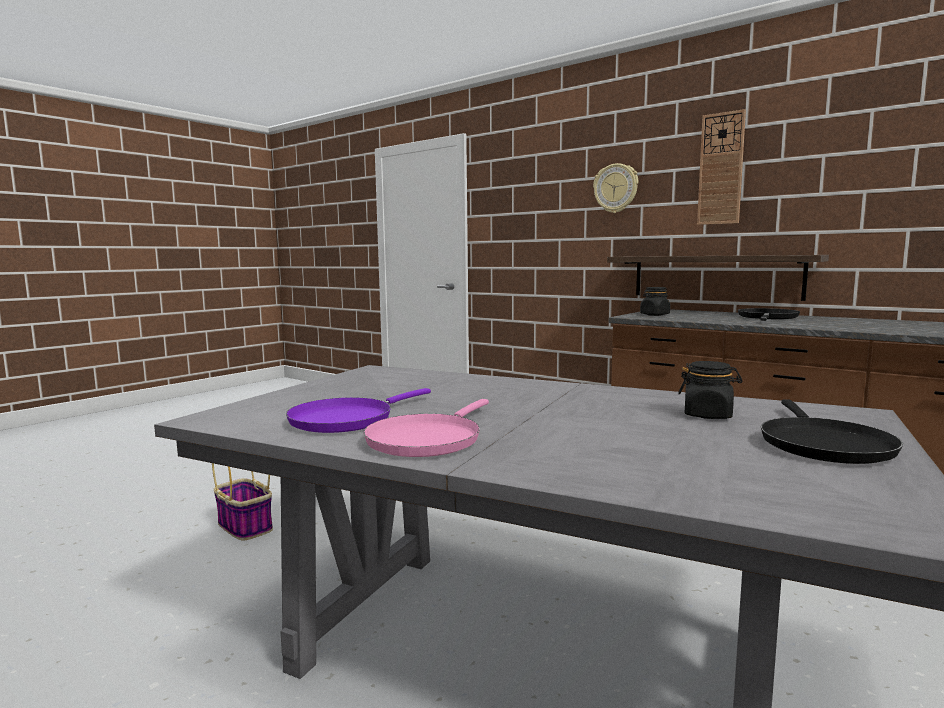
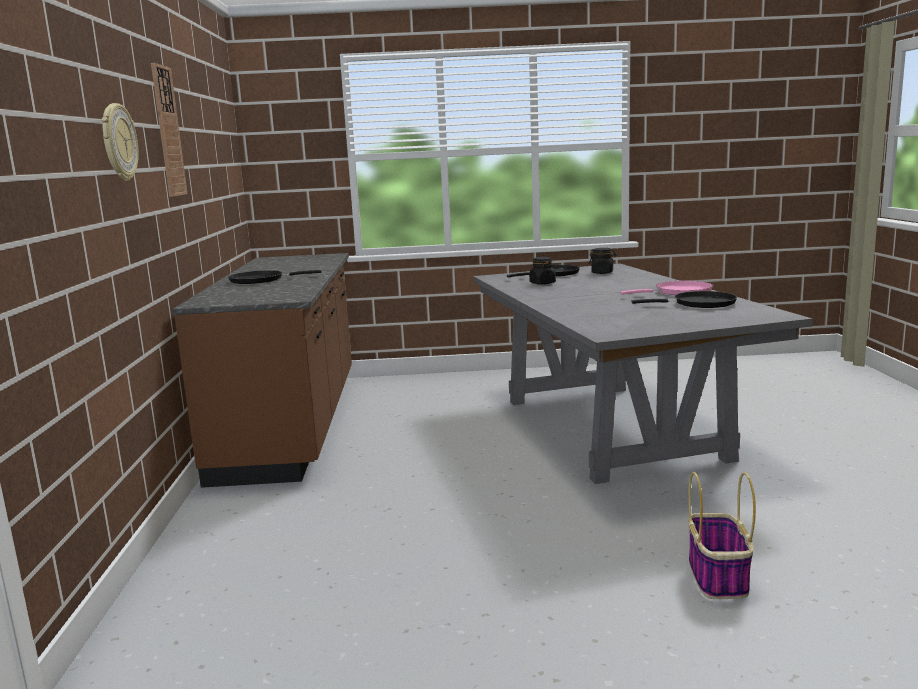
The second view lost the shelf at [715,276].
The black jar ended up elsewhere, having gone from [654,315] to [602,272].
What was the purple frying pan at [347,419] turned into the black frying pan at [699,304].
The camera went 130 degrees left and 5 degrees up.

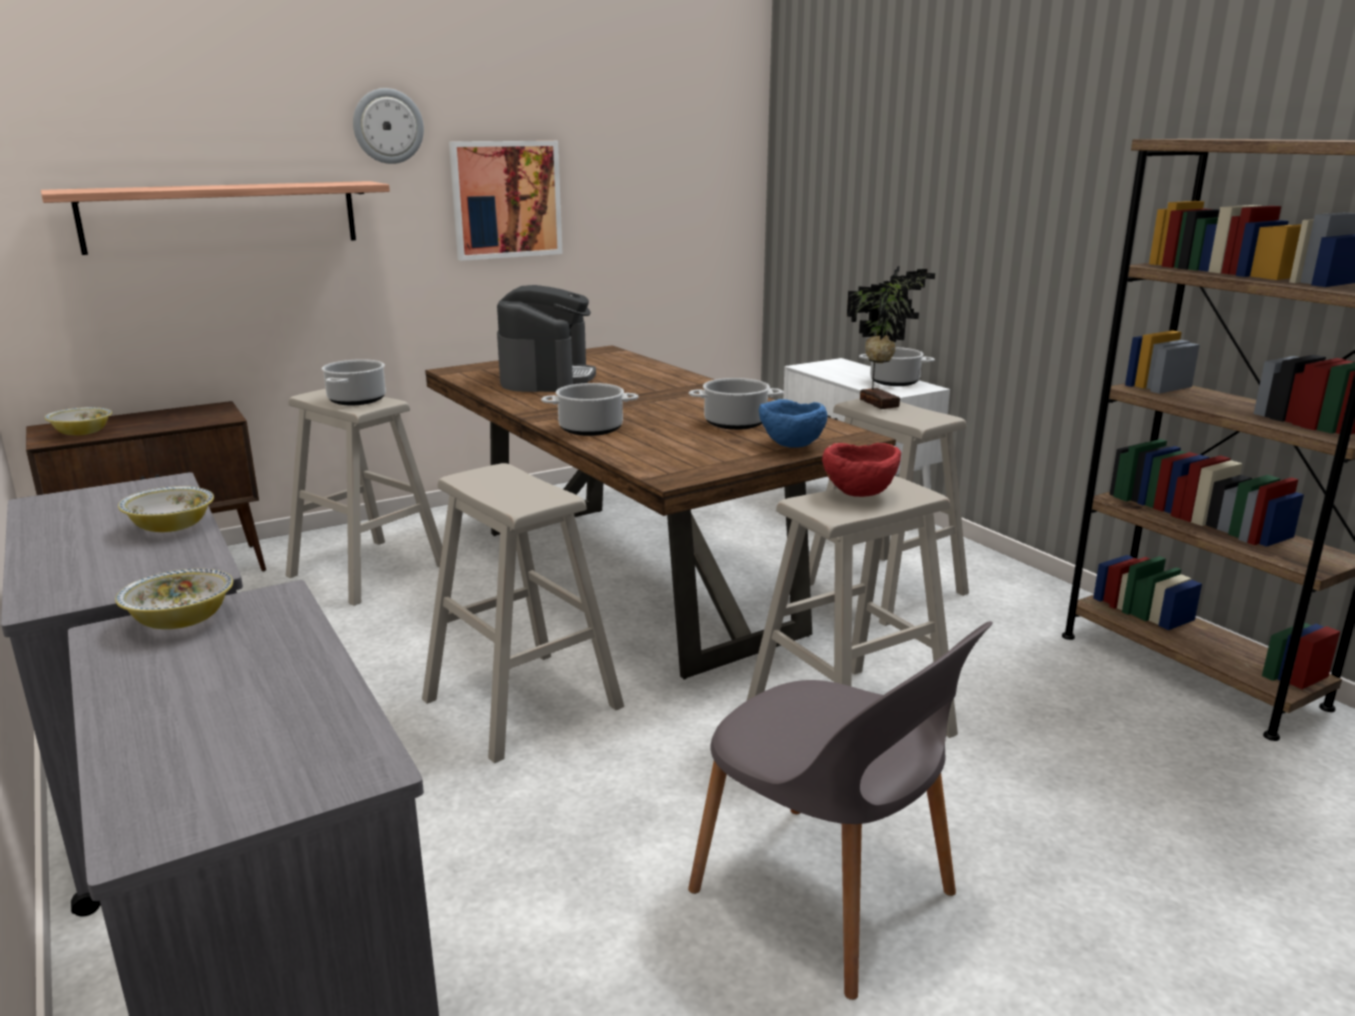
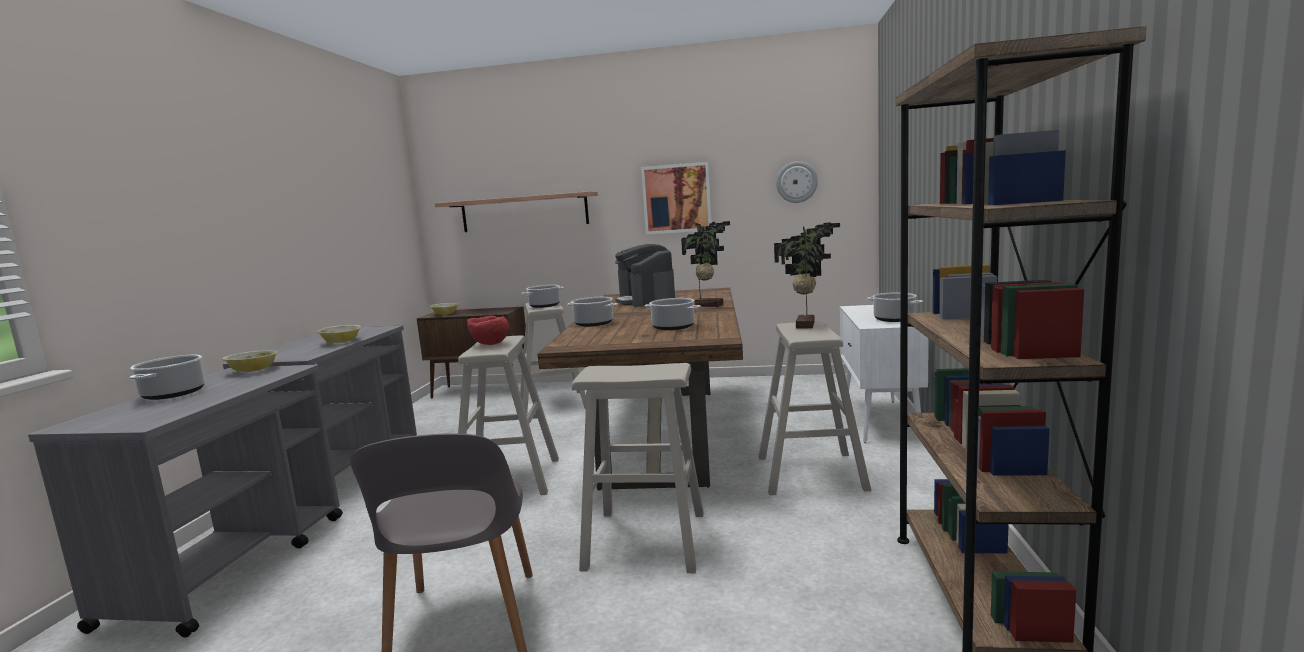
The wall clock ended up elsewhere, having gone from [388,126] to [796,182].
The coffee machine at [547,378] ended up facing another way, 120 degrees clockwise from before.
The second view lost the blue bowl at [791,447].
The red bowl ended up elsewhere, having gone from [859,496] to [489,345].
The second view gained the potted plant at [709,305].
The second view gained the cooking pot at [173,394].
The camera went 40 degrees right and 10 degrees down.

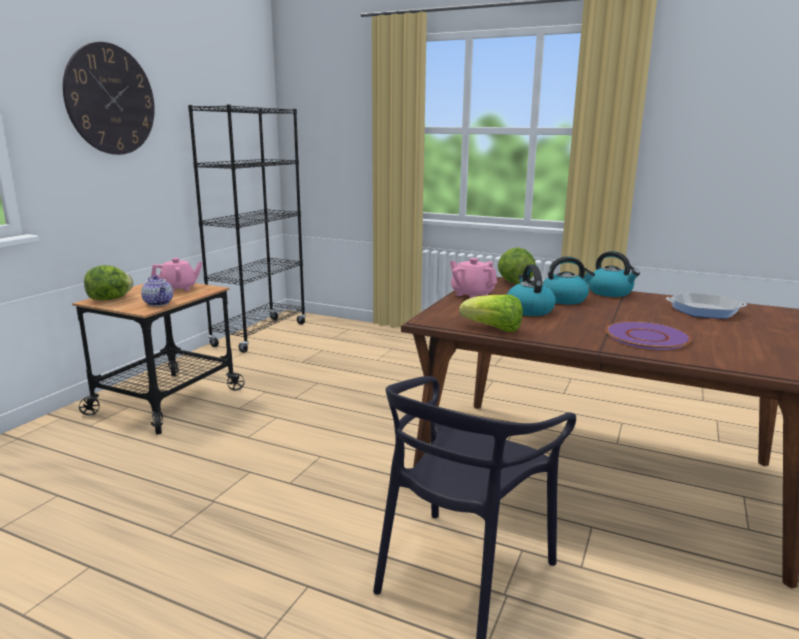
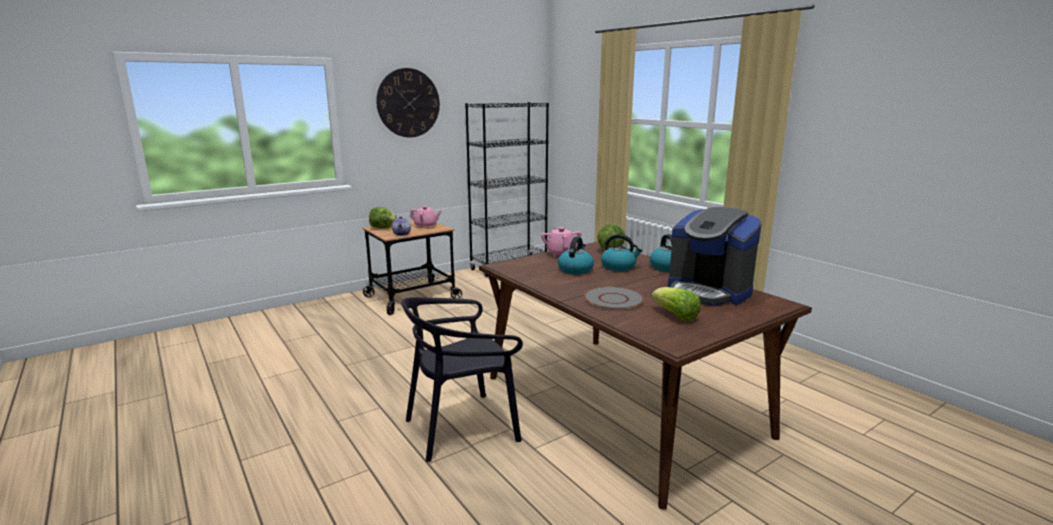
Where the frying pan stood at [704,310], the coffee machine came to stand at [708,291].
The lettuce ended up elsewhere, having gone from [493,329] to [675,316].
What was the purple plate at [647,337] turned into the grey plate at [614,299].
The camera went 30 degrees right and 0 degrees up.

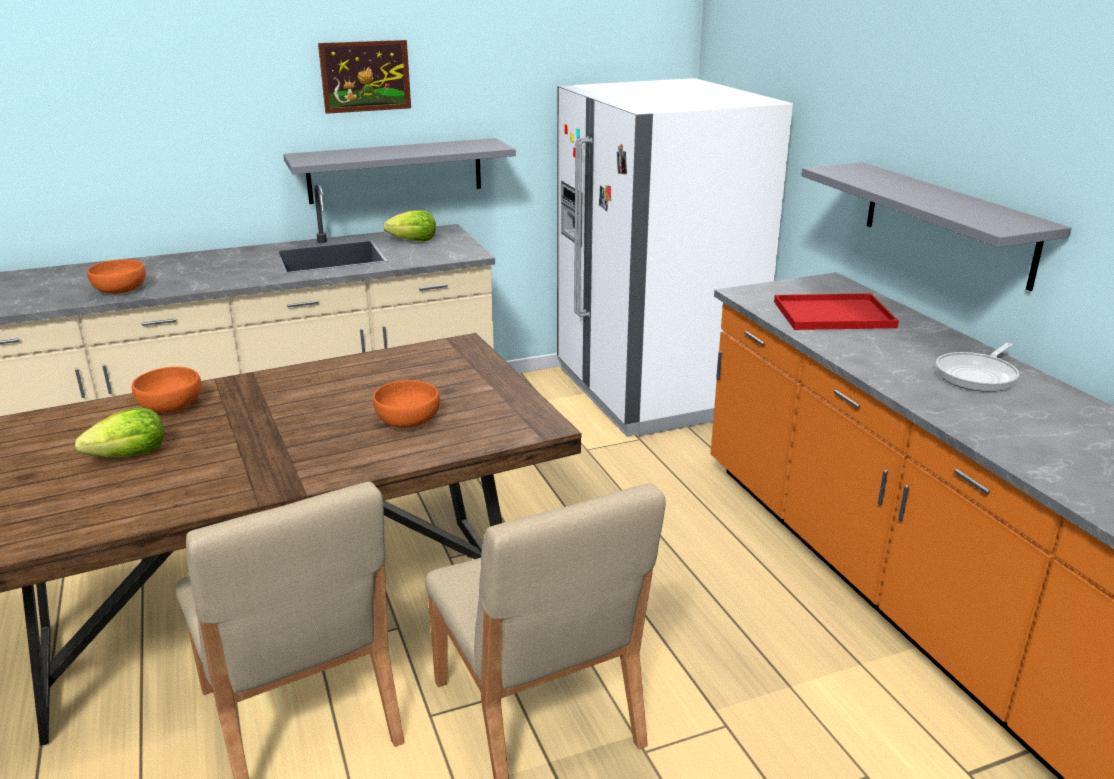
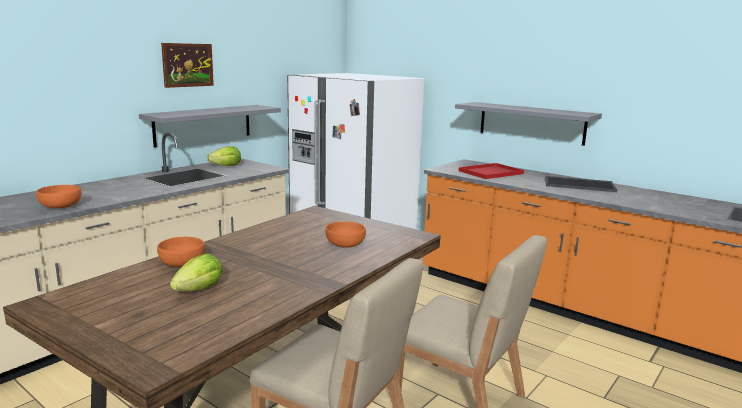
Where the frying pan stood at [977,375], the tray came to stand at [580,184].
The camera went 30 degrees left and 10 degrees down.

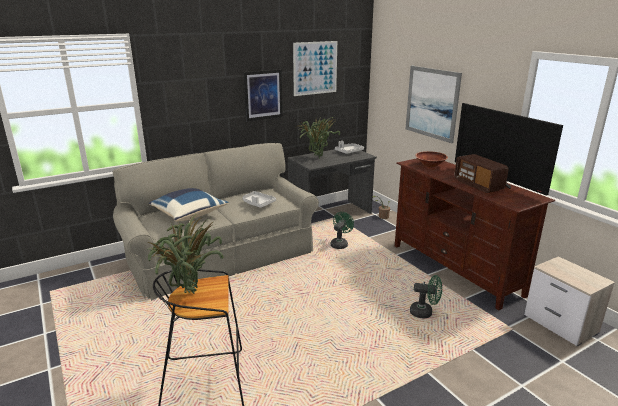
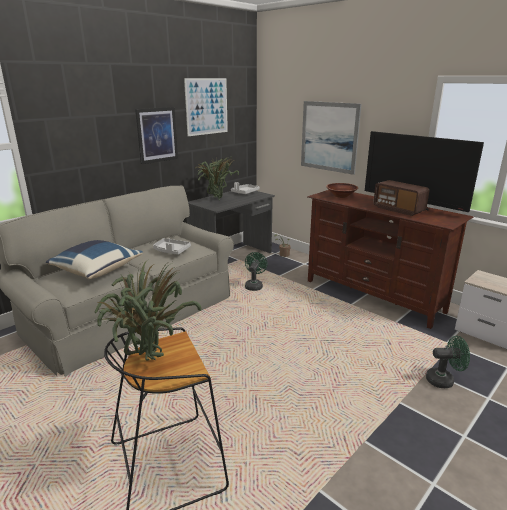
The green fan ended up elsewhere, having gone from [425,312] to [444,380].
The camera went 15 degrees left and 0 degrees up.

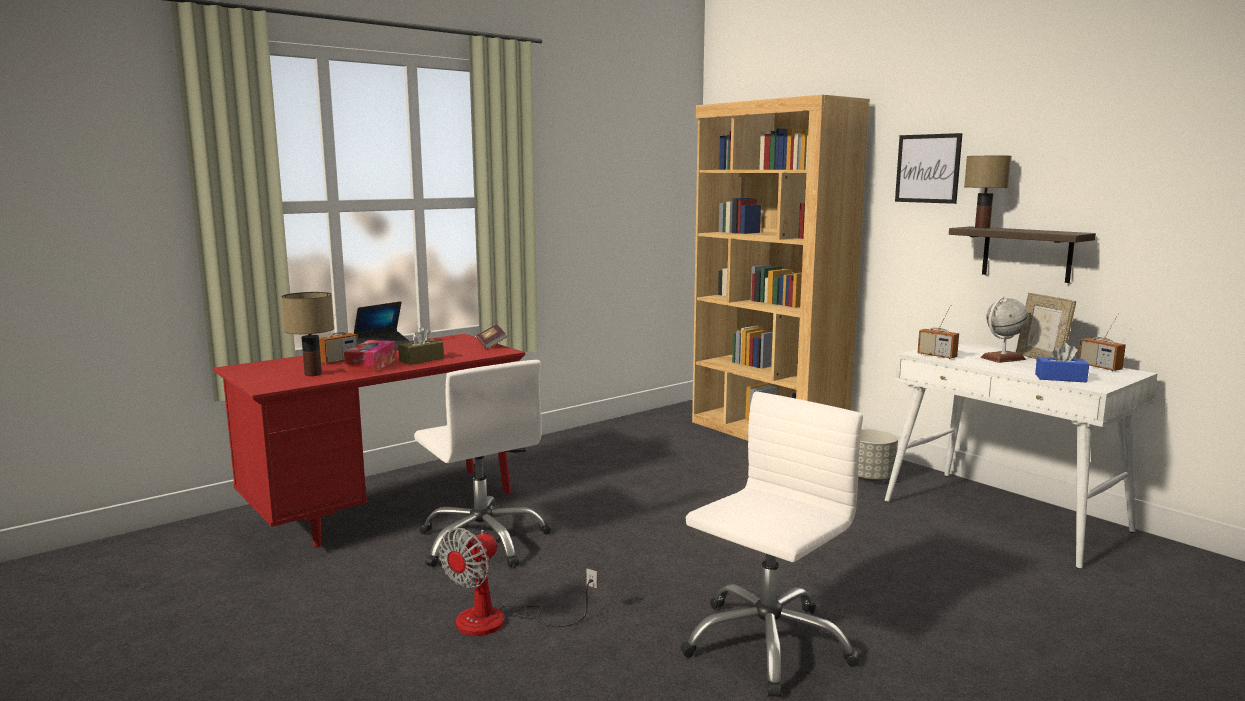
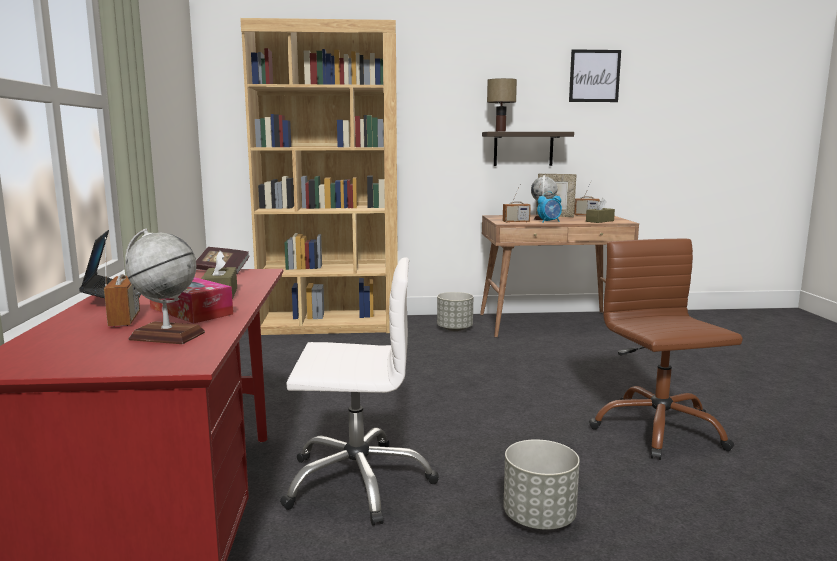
The picture ended up elsewhere, having gone from [928,168] to [594,76].
Where the table lamp stood at [313,374], the globe came to stand at [167,336].
What was the white desk at [1005,516] turned into the brown desk at [552,324].
What was the blue tissue box at [1060,378] turned into the brown tissue box at [599,221].
What was the white office chair at [766,643] turned into the brown office chair at [658,430].
Where the fan stood at [499,621], the grey planter came to stand at [539,518].
The second view gained the alarm clock at [549,221].
The camera went 55 degrees left and 0 degrees up.

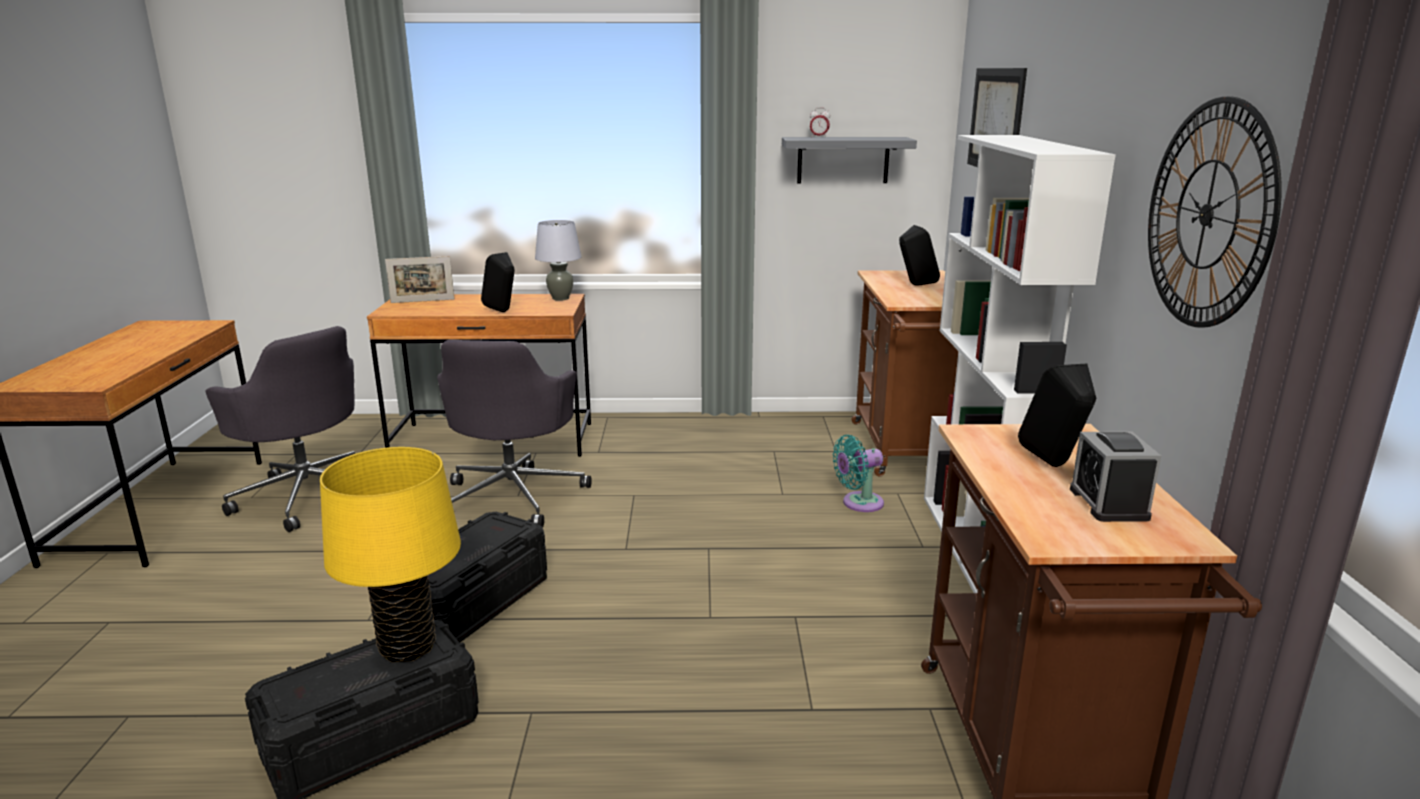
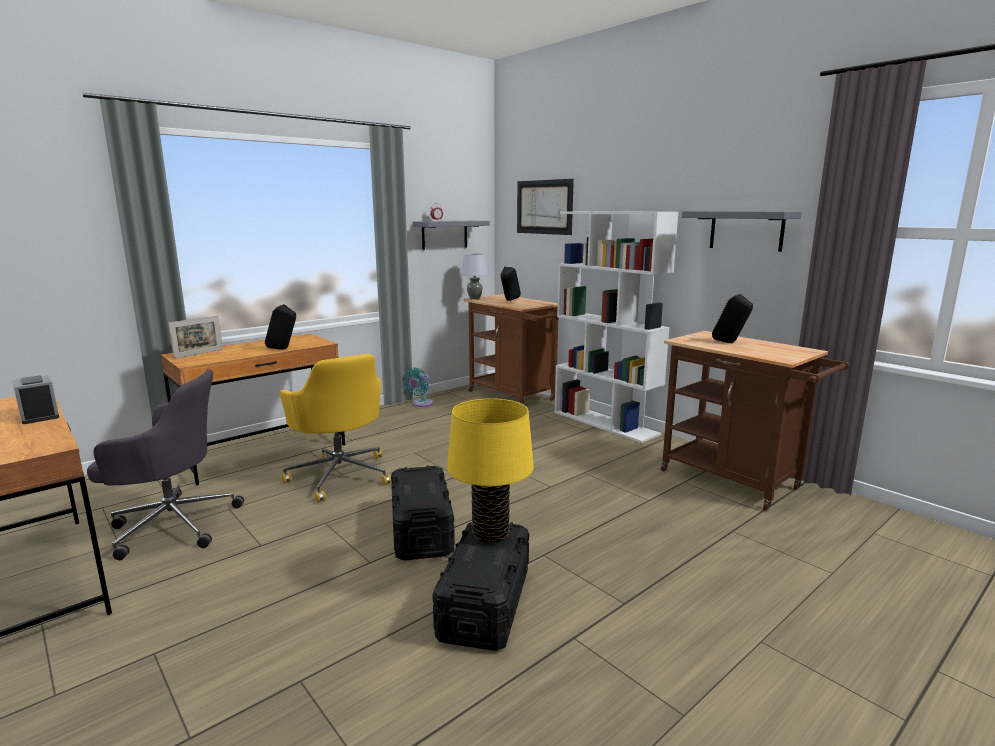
Where the wall clock hung at [1207,214], the grey shelf came to hang at [746,230].
The grey table lamp ended up elsewhere, having gone from [560,298] to [474,298].
What was the grey office chair at [514,496] turned into the yellow office chair at [340,475].
The alarm clock ended up elsewhere, having gone from [1108,503] to [39,416].
The turquoise fan ended up elsewhere, having gone from [858,503] to [421,404].
The camera went 40 degrees left and 5 degrees down.

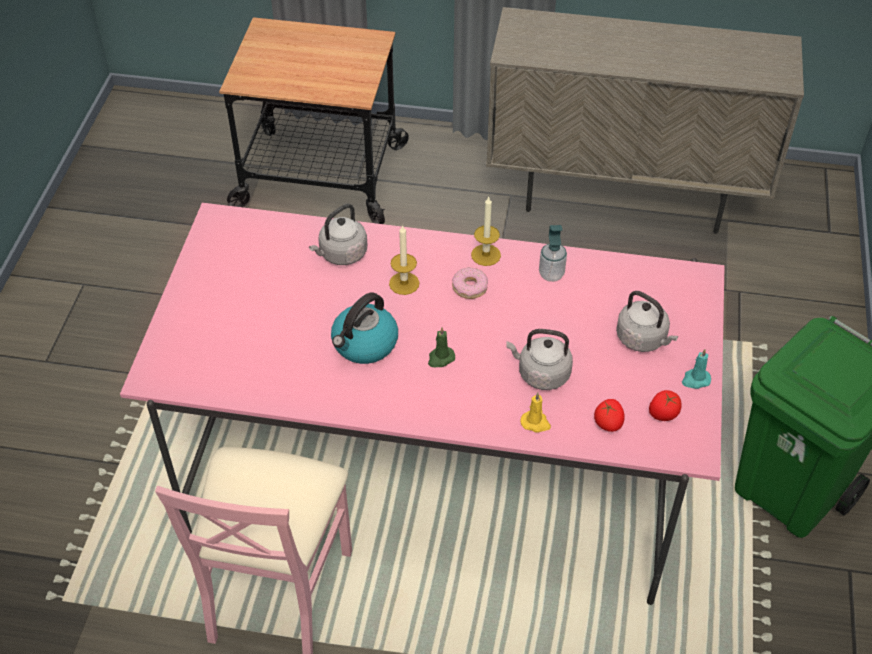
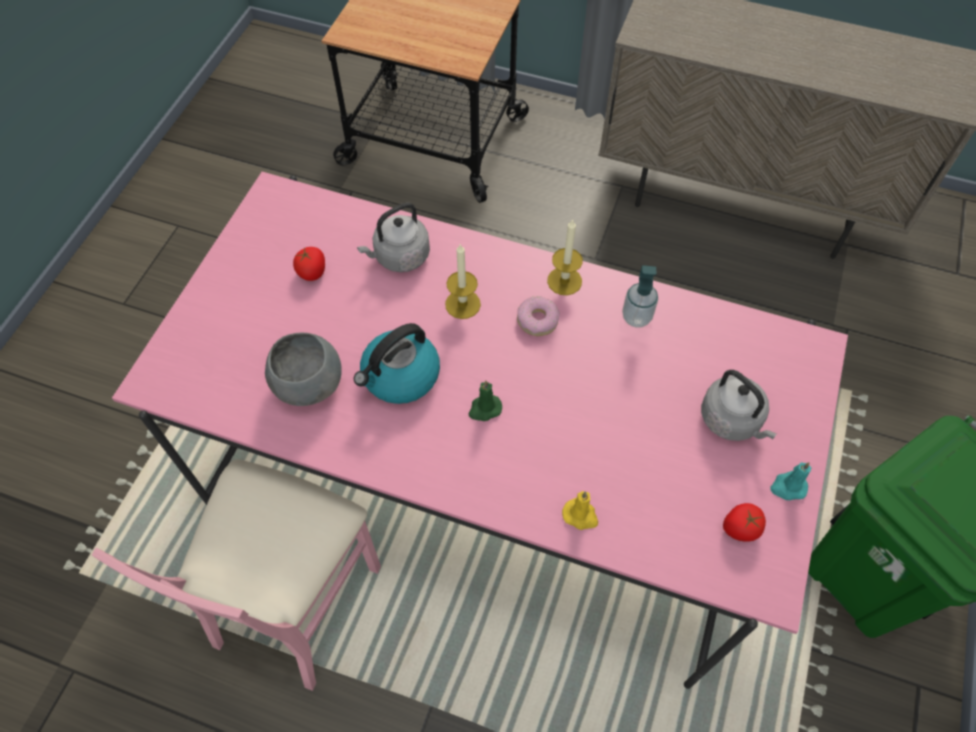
The second view lost the grey kettle at [541,374].
The tomato ended up elsewhere, having gone from [608,423] to [312,272].
The second view gained the grey bowl at [308,384].
The camera went 10 degrees right and 10 degrees up.

